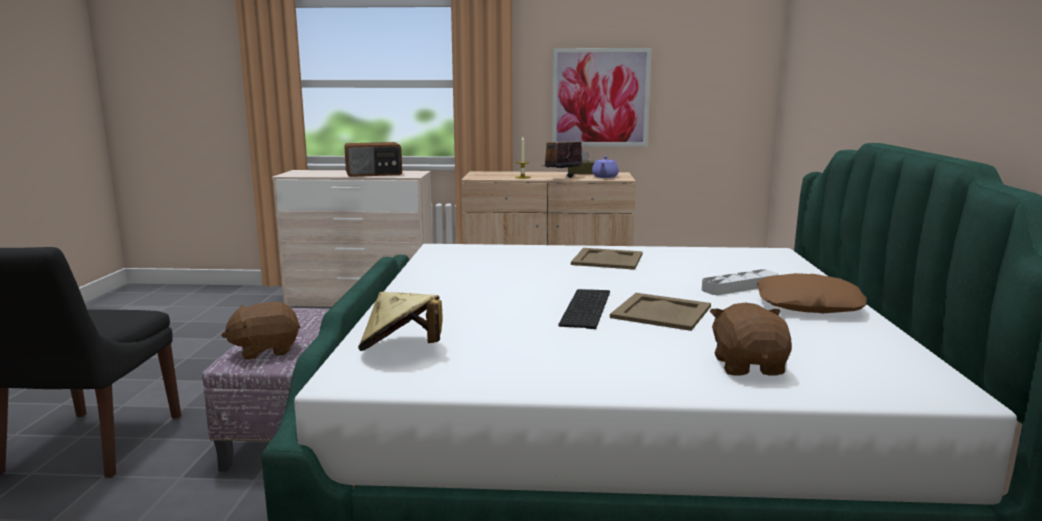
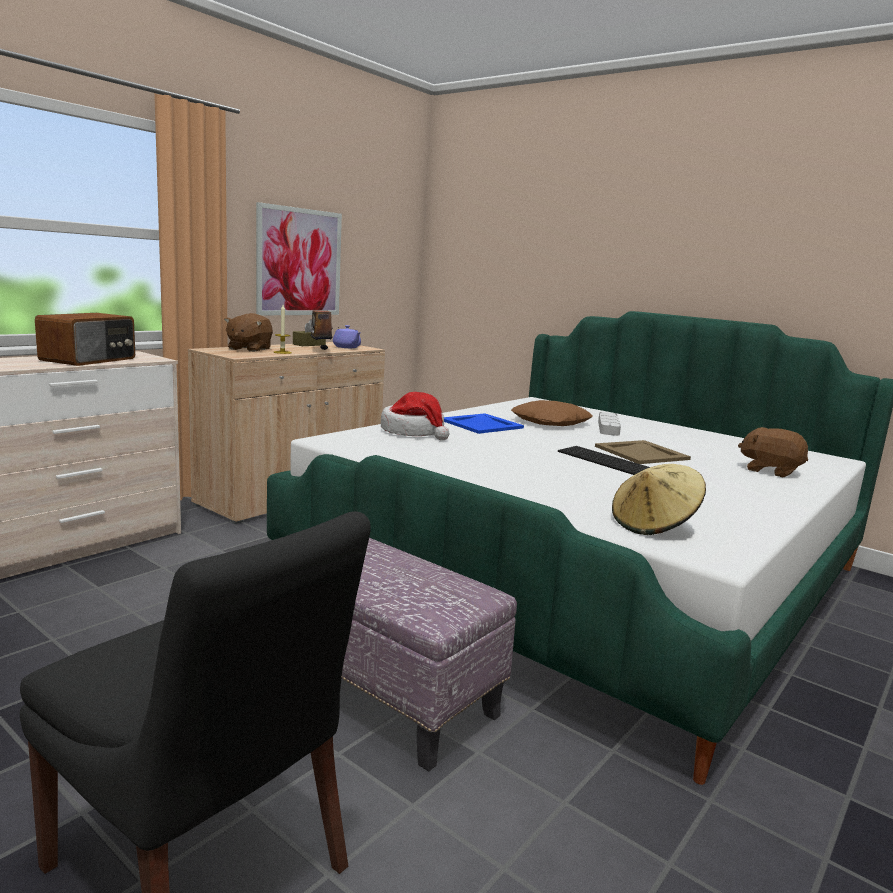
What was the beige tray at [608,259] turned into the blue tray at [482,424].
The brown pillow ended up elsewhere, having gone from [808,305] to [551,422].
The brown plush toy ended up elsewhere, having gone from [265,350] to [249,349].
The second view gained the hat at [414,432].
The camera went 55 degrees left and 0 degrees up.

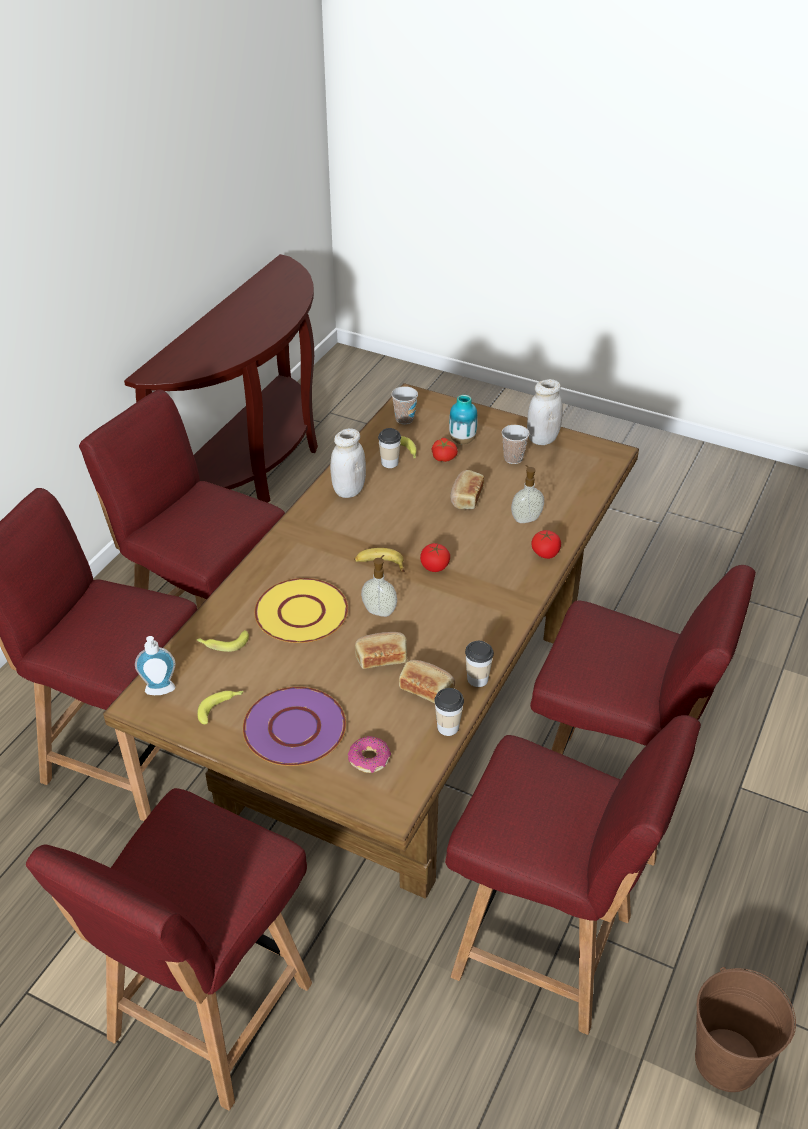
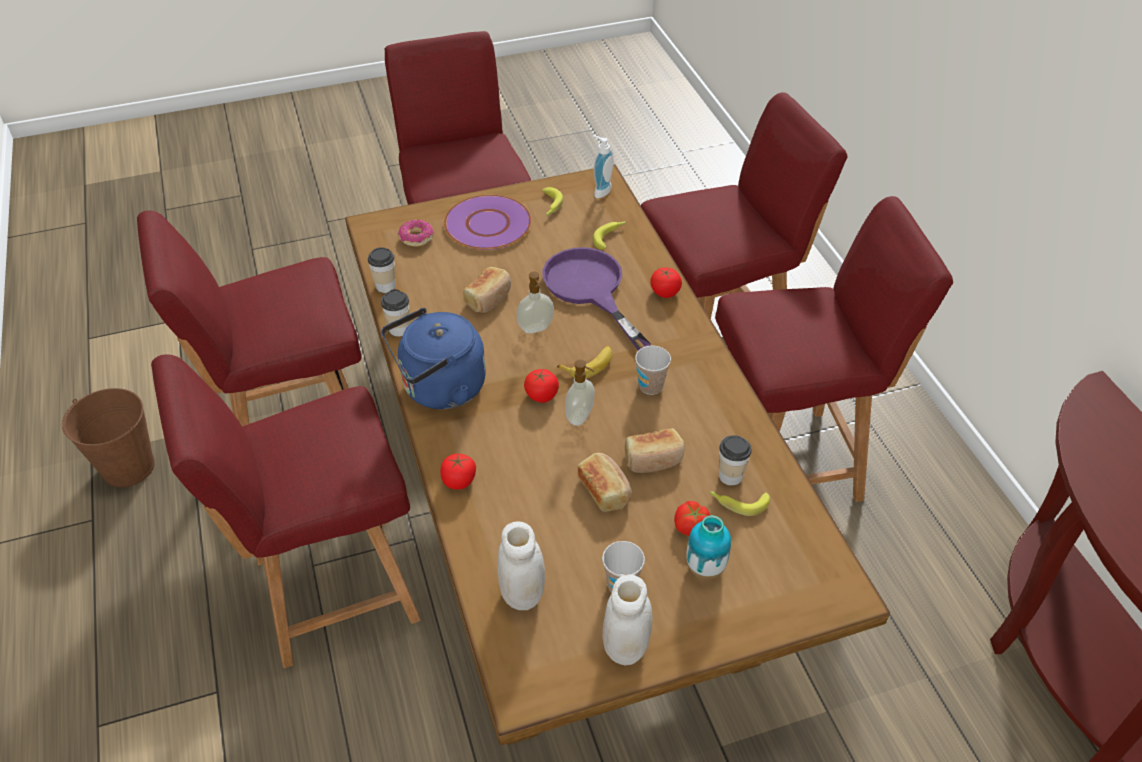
The cup ended up elsewhere, having gone from [404,419] to [650,386].
The white jar ended up elsewhere, having gone from [348,490] to [522,594].
The soap dispenser ended up elsewhere, having gone from [526,518] to [580,417].
Where the yellow plate stood at [302,613], the purple frying pan came to stand at [590,289].
The bread ended up elsewhere, having gone from [427,689] to [653,459].
The second view gained the tomato at [665,292].
The second view gained the blue kettle at [439,389].
The camera went 135 degrees right and 5 degrees up.

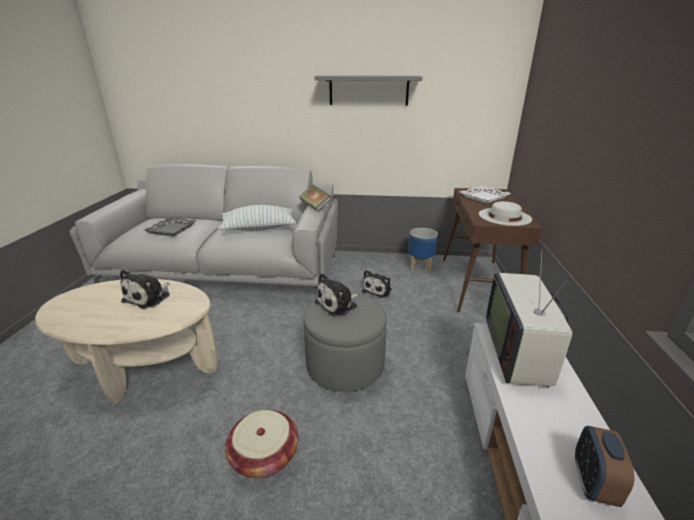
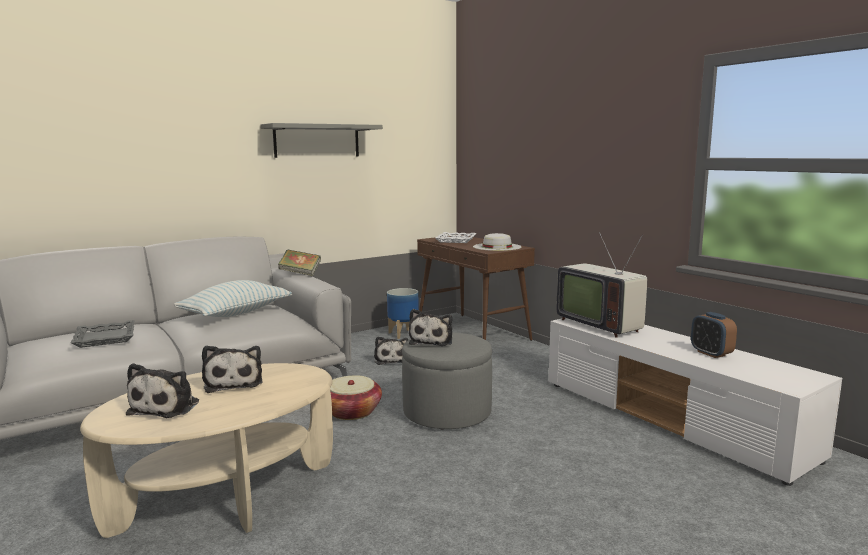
The basket ended up elsewhere, having gone from [264,455] to [352,411].
The second view gained the plush toy at [167,407].
The camera went 40 degrees left and 15 degrees down.

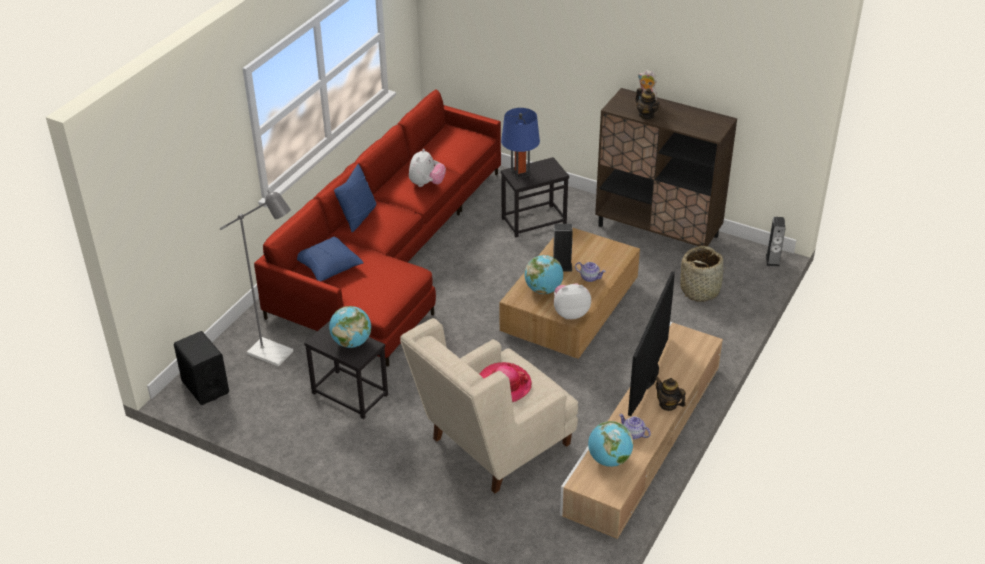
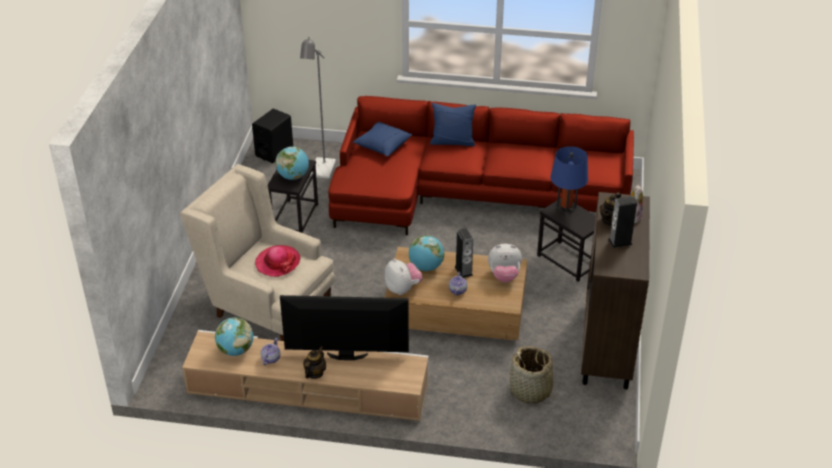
The plush toy ended up elsewhere, having gone from [426,184] to [504,276].
The speaker ended up elsewhere, having gone from [772,260] to [620,242].
The camera went 70 degrees right and 0 degrees up.

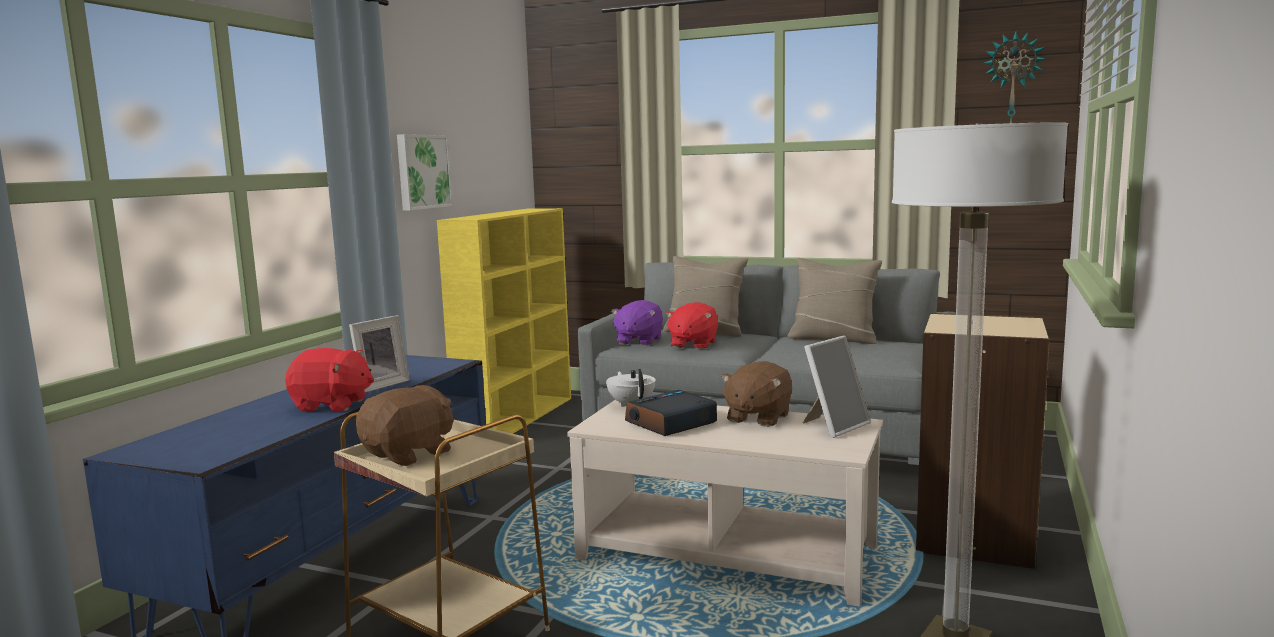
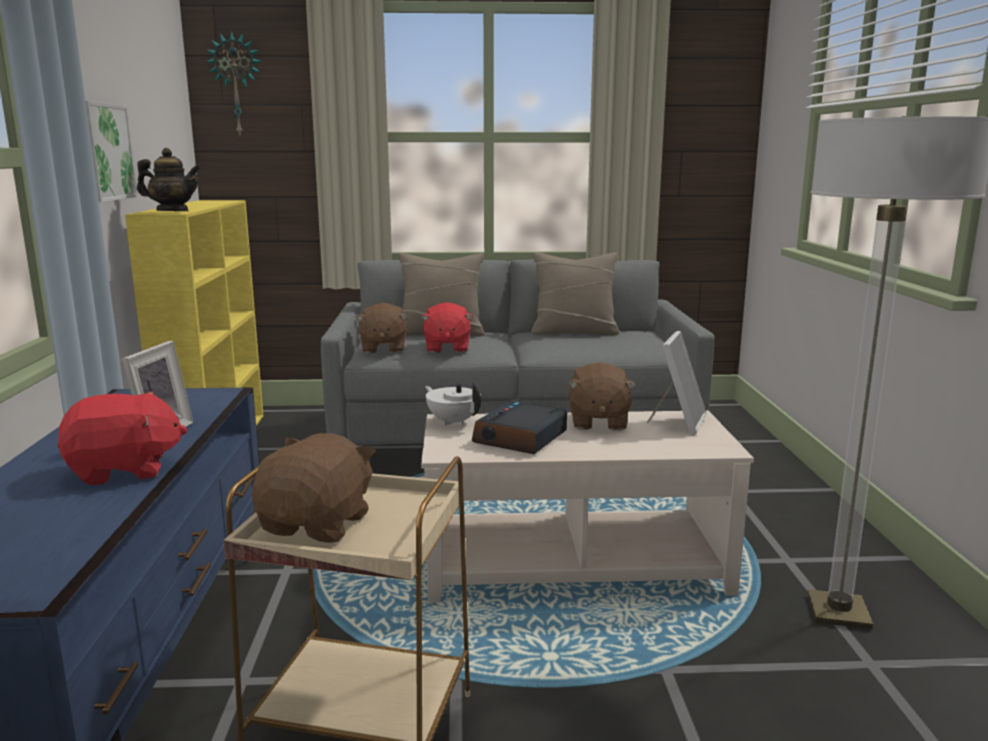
The wall clock ended up elsewhere, having gone from [1012,85] to [236,84].
What was the purple plush toy at [638,341] turned into the brown plush toy at [383,348].
The second view lost the beige bookcase at [976,537].
The second view gained the teapot at [172,211].
The camera went 25 degrees left and 5 degrees up.

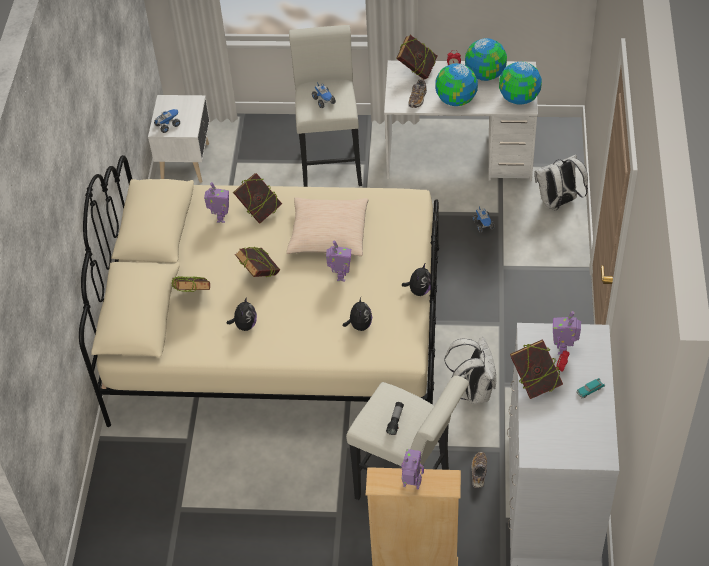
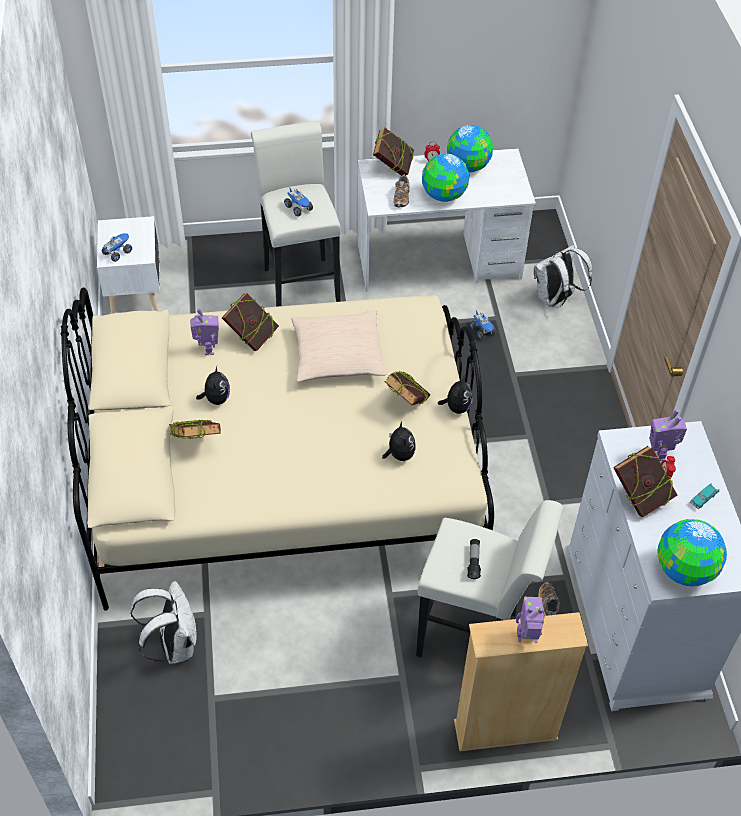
The globe ended up elsewhere, having gone from [519,98] to [685,570].
The second view lost the toy robot at [340,276].
The book ended up elsewhere, having gone from [259,275] to [406,403].
The plush toy ended up elsewhere, having gone from [245,325] to [216,399].
The white backpack ended up elsewhere, having gone from [473,390] to [174,645].
The camera went 15 degrees left and 0 degrees up.

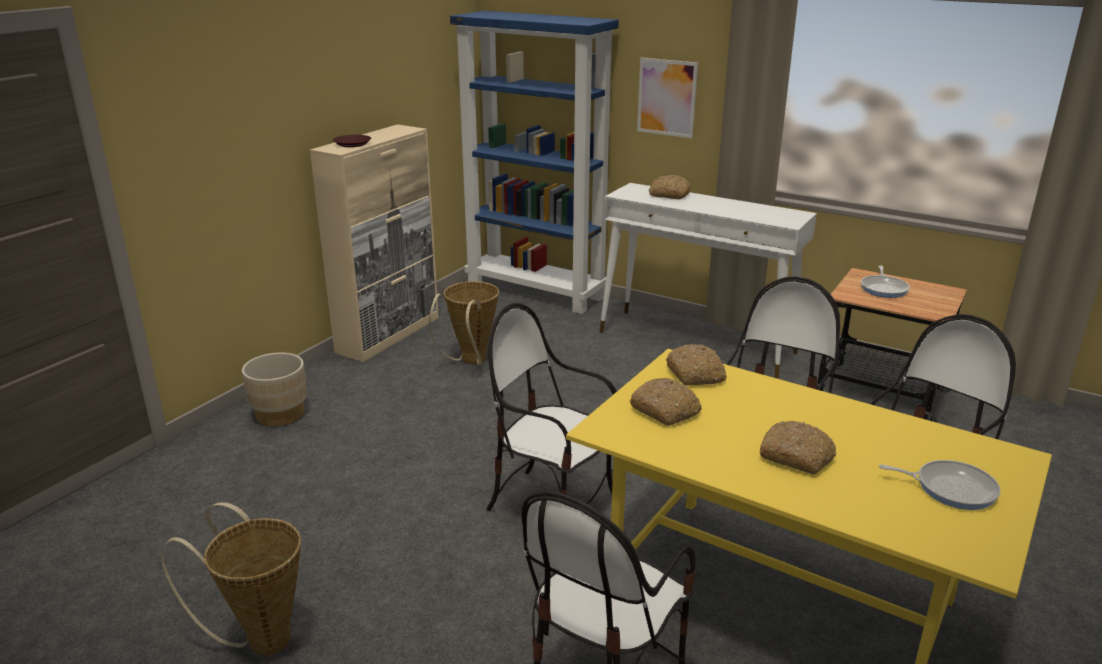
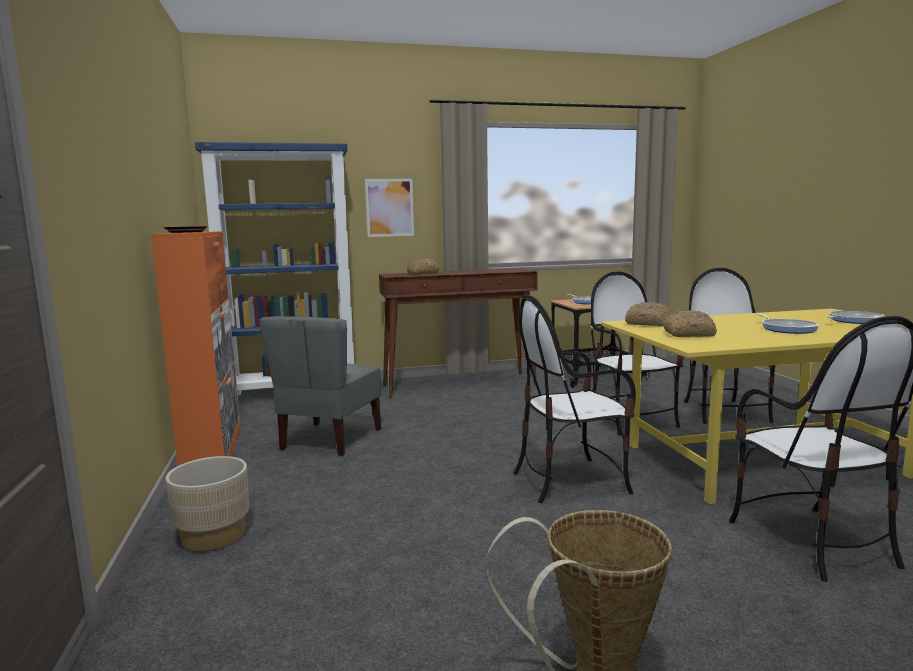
What was the beige cabinet at [389,334] turned into the orange cabinet at [213,449].
What was the white console table at [697,342] turned into the brown console table at [460,385].
Where the basket stood at [471,362], the grey chair came to stand at [330,440].
Where the bread stood at [797,456], the frying pan came to stand at [787,329].
The camera went 45 degrees left and 15 degrees down.

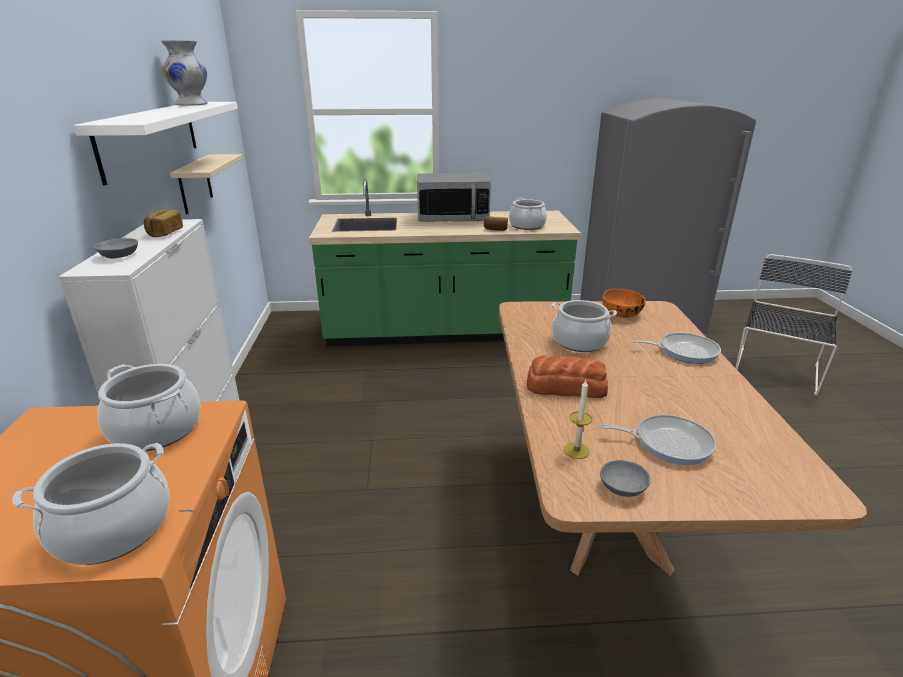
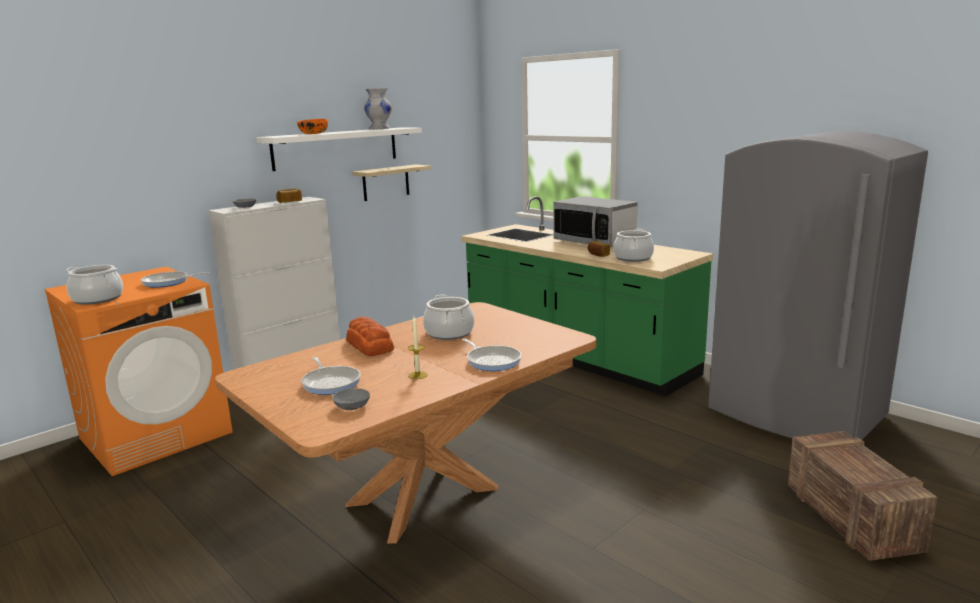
Where the black chair stood at [776,371], the crate came to stand at [853,518].
The orange bowl ended up elsewhere, having gone from [621,314] to [313,133].
Where the cooking pot stood at [156,429], the frying pan came to stand at [168,282].
The candle ended up elsewhere, having gone from [576,450] to [417,375].
The grey bowl ended up elsewhere, having gone from [622,486] to [353,406].
The camera went 50 degrees right and 10 degrees down.

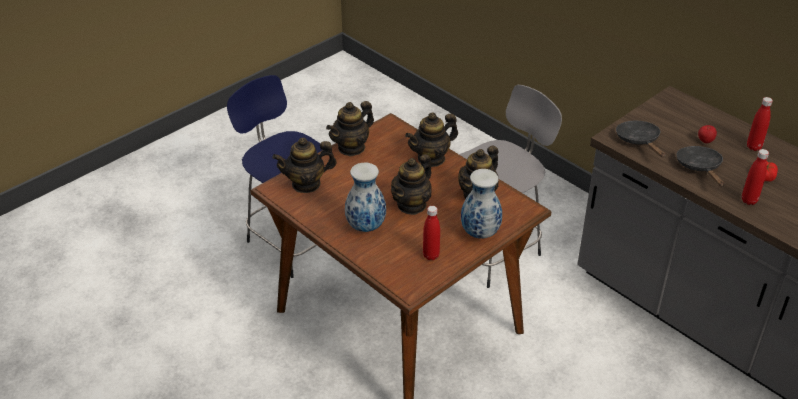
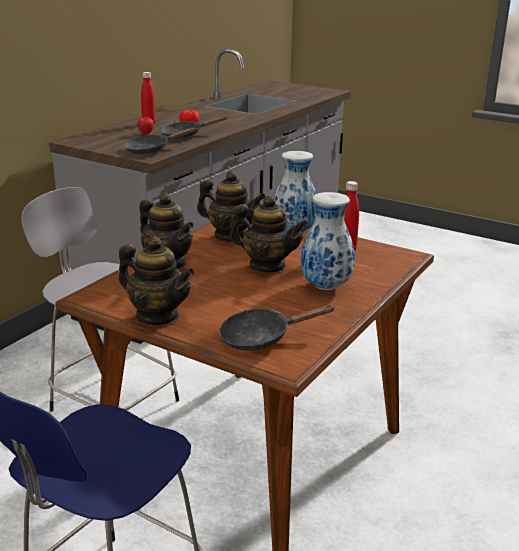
Where the teapot stood at [306,184], the black frying pan came to stand at [261,338].
The second view lost the red bottle at [749,200].
The camera went 105 degrees left and 15 degrees down.

